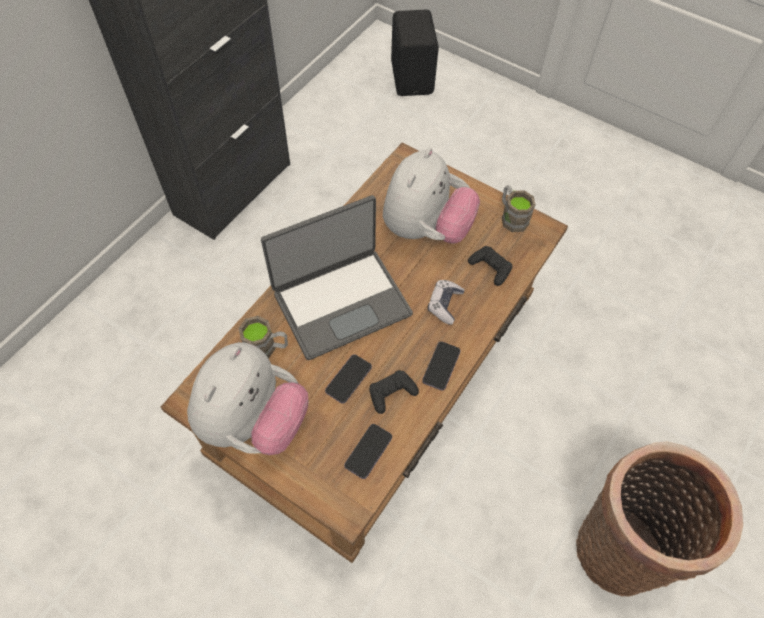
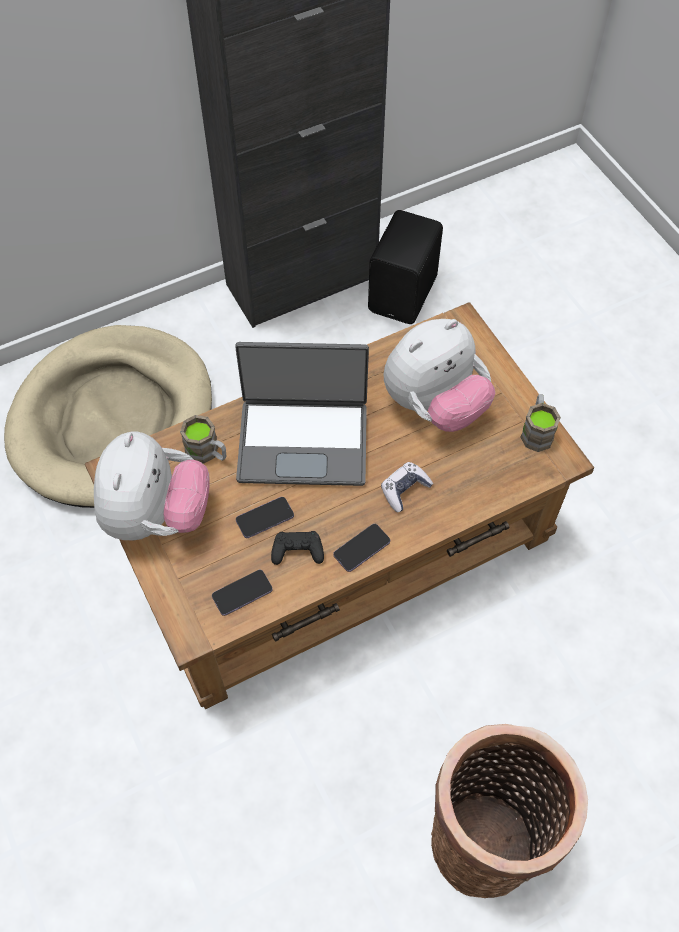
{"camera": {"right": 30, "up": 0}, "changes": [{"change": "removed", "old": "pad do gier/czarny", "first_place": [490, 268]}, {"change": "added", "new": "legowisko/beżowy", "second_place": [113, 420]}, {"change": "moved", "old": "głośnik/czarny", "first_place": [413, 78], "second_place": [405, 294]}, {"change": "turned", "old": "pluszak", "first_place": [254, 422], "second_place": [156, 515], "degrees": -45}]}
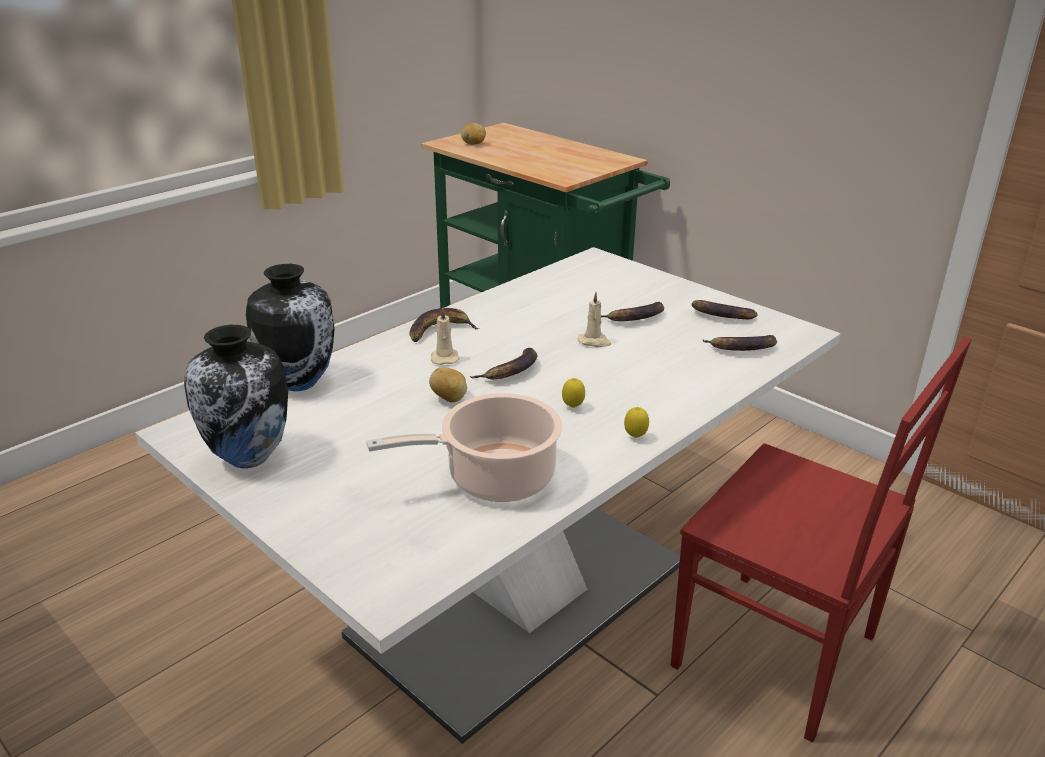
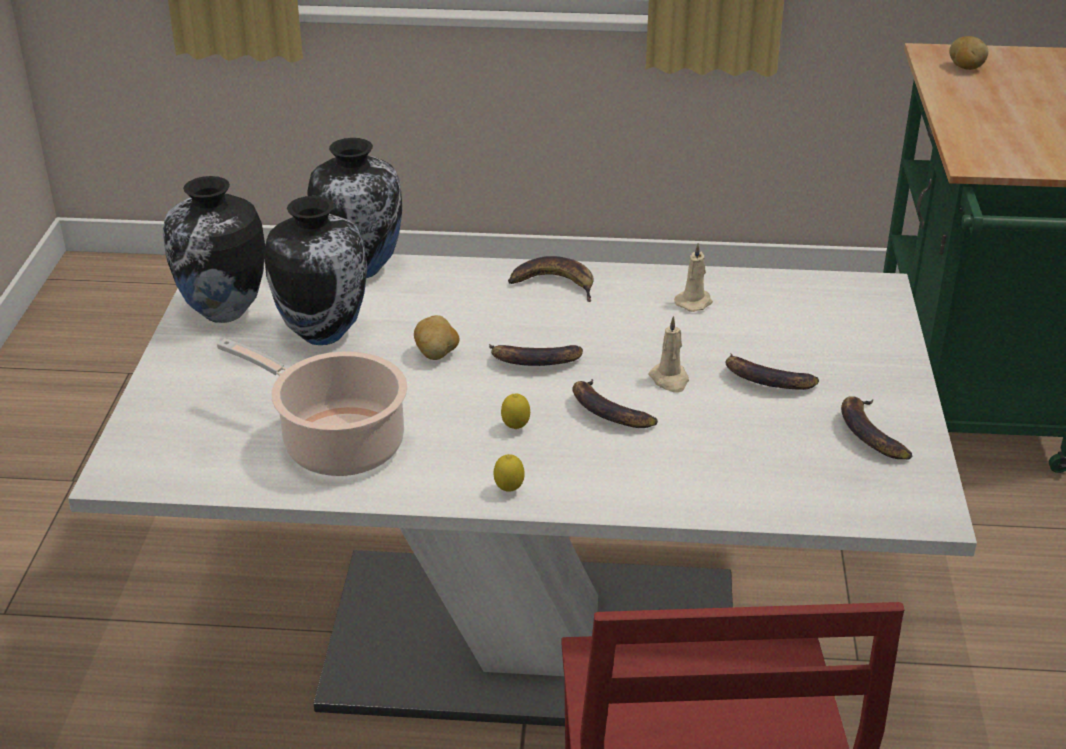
{"camera": {"right": 50, "up": 5}, "changes": [{"change": "added", "new": "wazon", "second_place": [324, 333]}, {"change": "moved", "old": "świeca/beżowy", "first_place": [444, 358], "second_place": [694, 302]}, {"change": "moved", "old": "banan", "first_place": [741, 349], "second_place": [608, 412]}]}
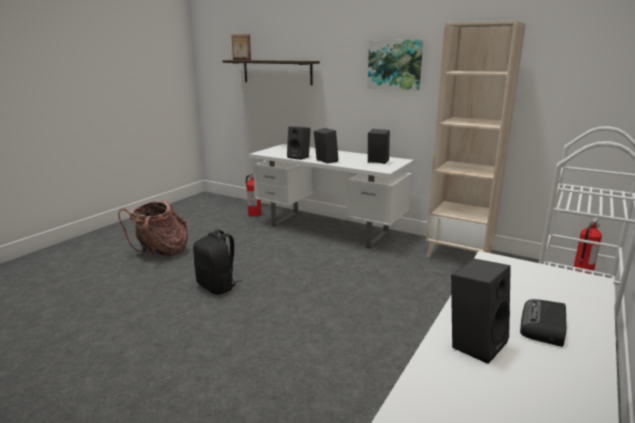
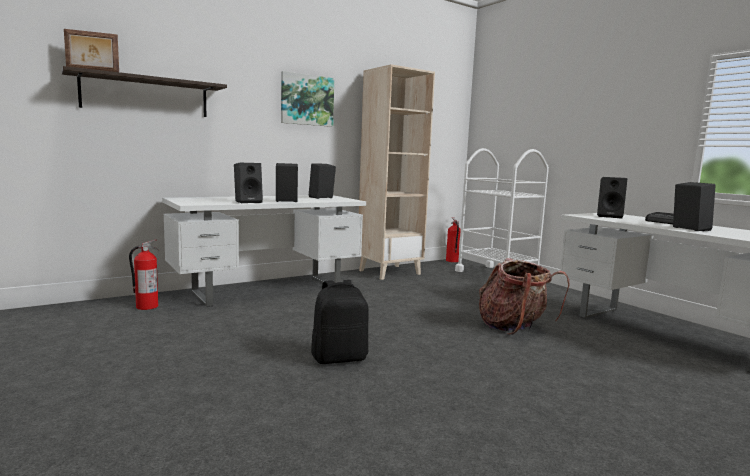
{"camera": {"right": -65, "up": -10}, "changes": [{"change": "added", "new": "głośnik/czarny", "second_place": [610, 216]}, {"change": "moved", "old": "plecak", "first_place": [161, 252], "second_place": [514, 327]}]}
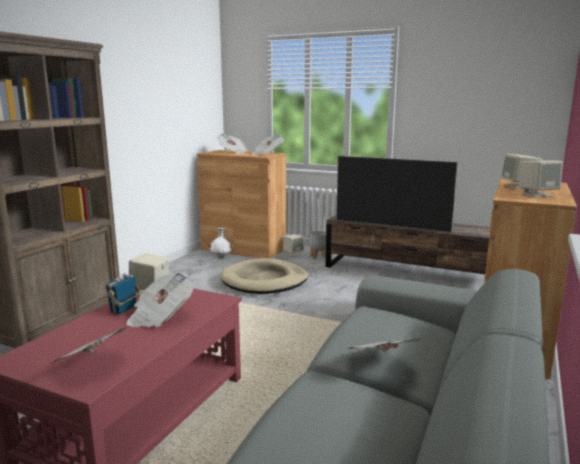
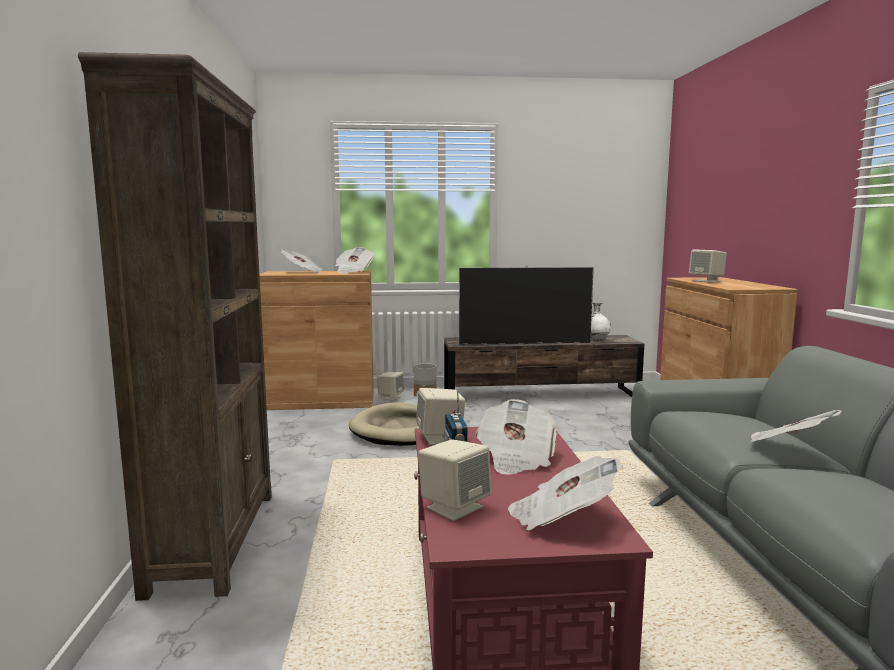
{"camera": {"right": -30, "up": -5}, "changes": [{"change": "moved", "old": "wazon/biały", "first_place": [221, 257], "second_place": [597, 340]}, {"change": "moved", "old": "głośnik/beżowy", "first_place": [537, 194], "second_place": [454, 507]}]}
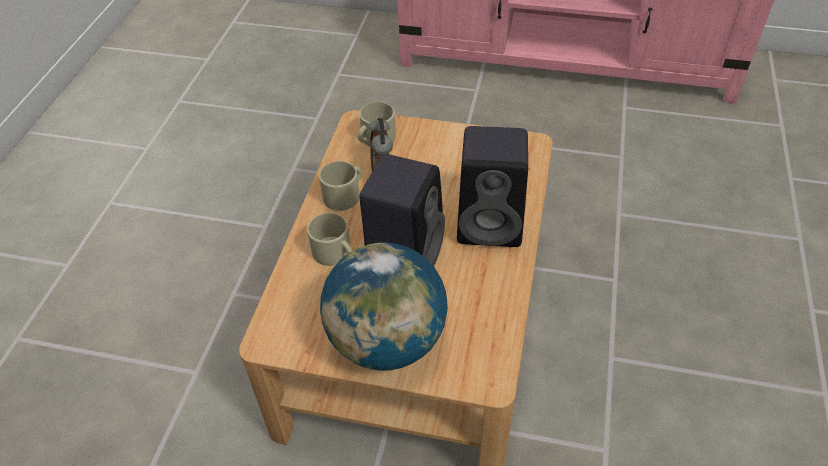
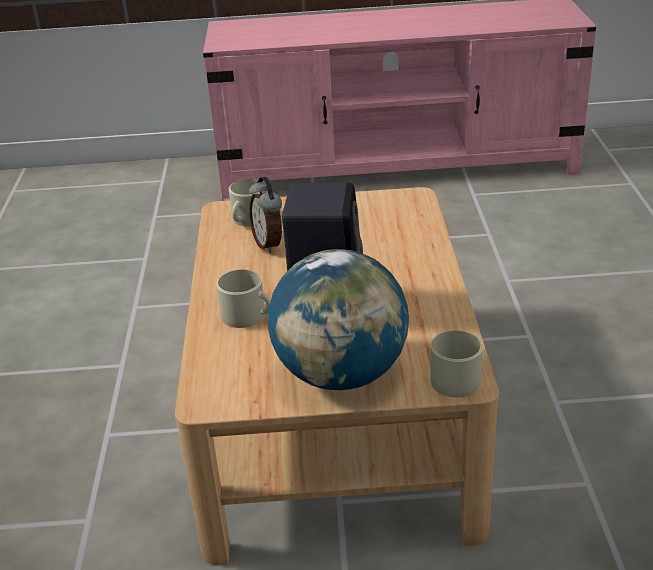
{"camera": {"right": -15, "up": -15}, "changes": [{"change": "removed", "old": "głośnik/czarny", "first_place": [492, 225]}, {"change": "moved", "old": "kubek/beżowy", "first_place": [345, 195], "second_place": [458, 377]}]}
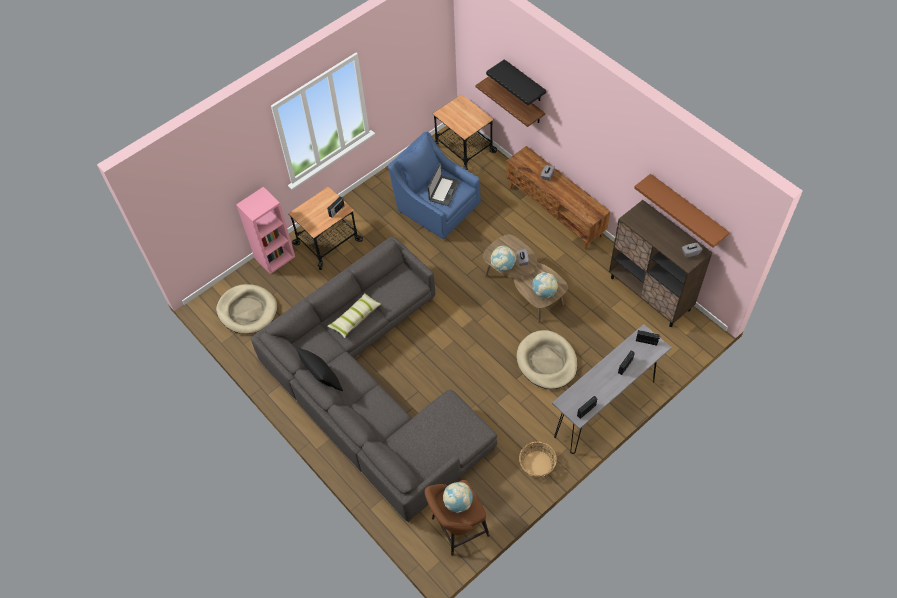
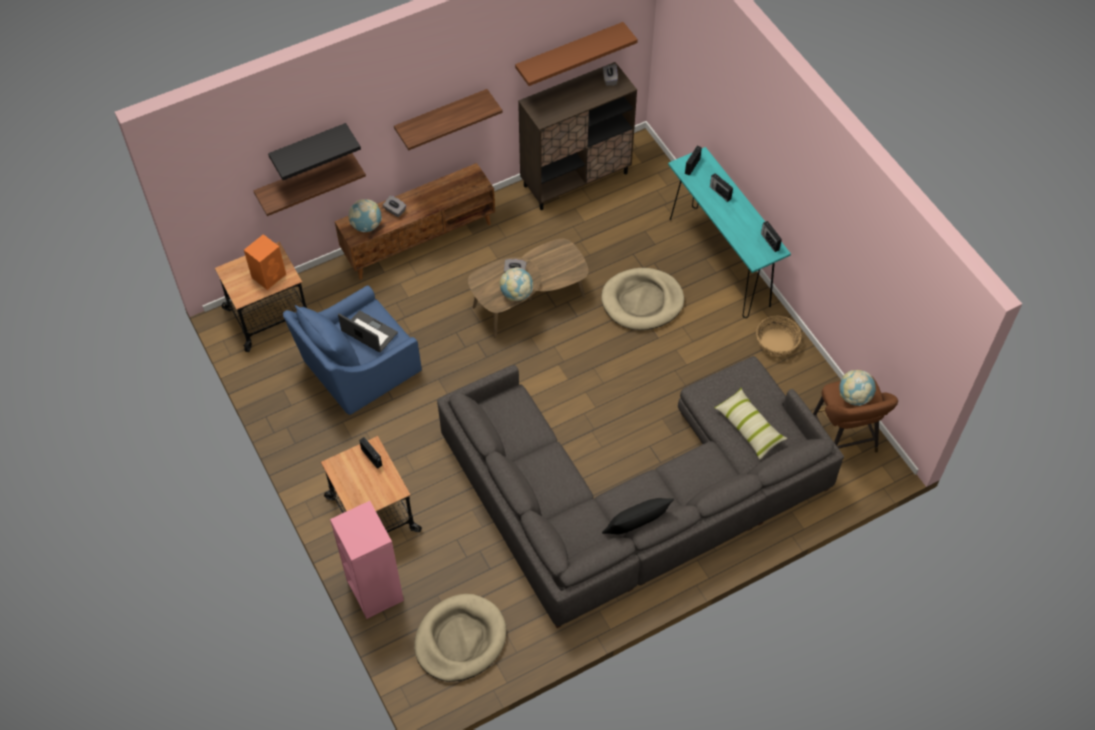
{"camera": {"right": -80, "up": 0}, "changes": [{"change": "added", "new": "głośnik/pomarańczowy", "second_place": [269, 275]}, {"change": "added", "new": "półka", "second_place": [441, 116]}, {"change": "moved", "old": "poduszka", "first_place": [355, 318], "second_place": [749, 427]}, {"change": "moved", "old": "globus", "first_place": [544, 292], "second_place": [366, 226]}, {"change": "recoloured", "old": "stolik konsolowy/szary", "new": "stolik konsolowy/turkusowy", "first_place": [605, 408], "second_place": [719, 261]}]}
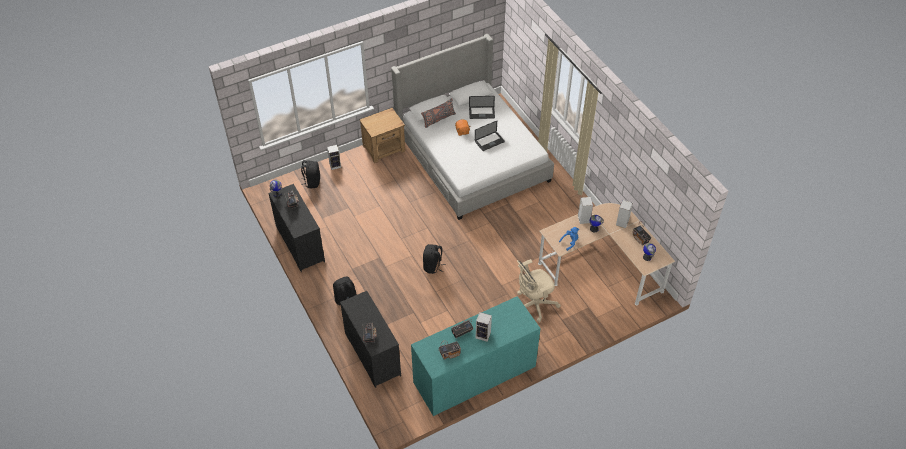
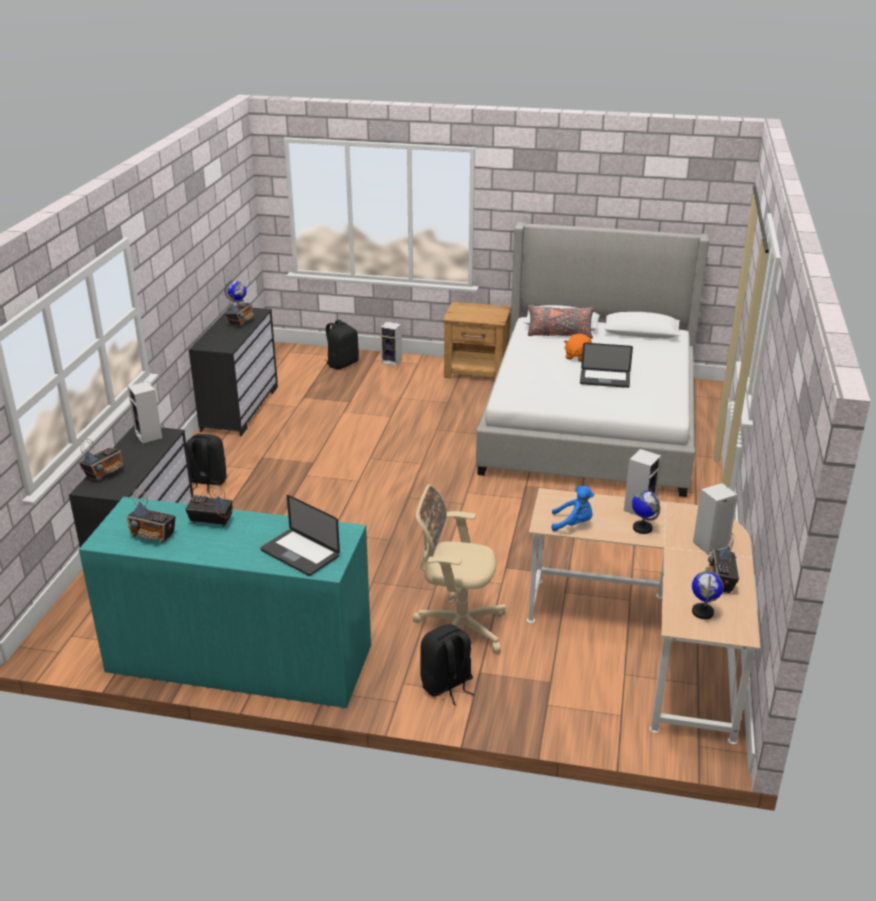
{"camera": {"right": 40, "up": -20}, "changes": [{"change": "moved", "old": "plecak/czarny", "first_place": [433, 266], "second_place": [447, 685]}, {"change": "moved", "old": "laptop", "first_place": [481, 113], "second_place": [300, 553]}, {"change": "moved", "old": "głośnik", "first_place": [483, 335], "second_place": [149, 436]}]}
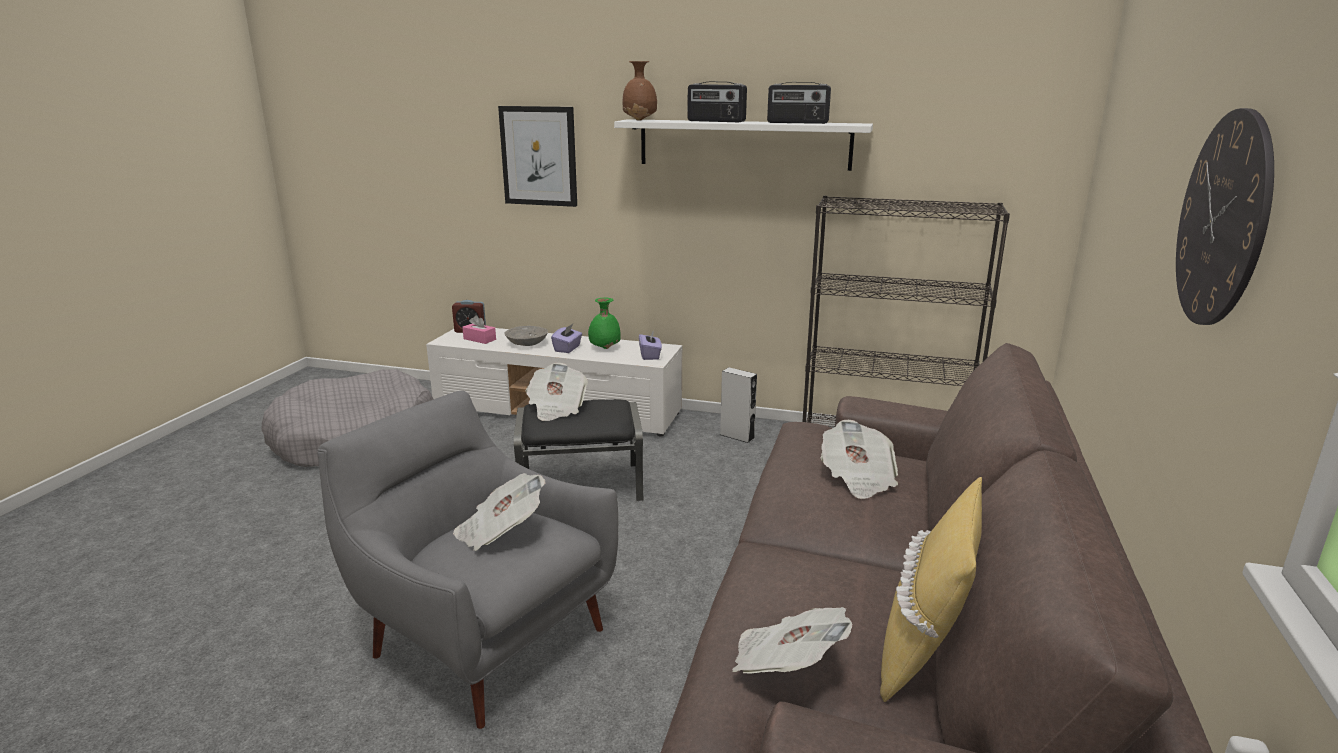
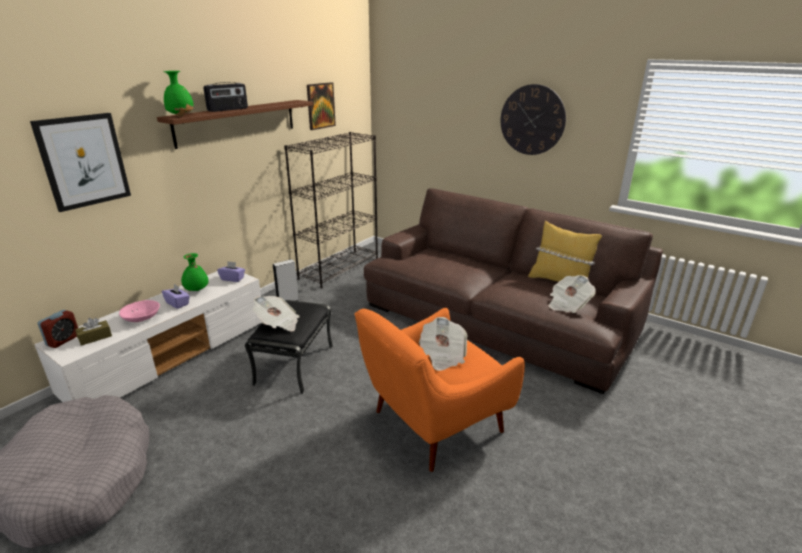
{"camera": {"right": -70, "up": 5}, "changes": [{"change": "removed", "old": "radio", "first_place": [797, 122]}, {"change": "removed", "old": "gazeta", "first_place": [857, 478]}, {"change": "added", "new": "obraz", "second_place": [320, 106]}, {"change": "recoloured", "old": "fotel/szary", "new": "fotel/pomarańczowy", "first_place": [482, 638], "second_place": [432, 424]}, {"change": "recoloured", "old": "pudełko chusteczek/różowy", "new": "pudełko chusteczek/brązowy", "first_place": [479, 339], "second_place": [95, 337]}, {"change": "recoloured", "old": "miska/szary", "new": "miska/różowy", "first_place": [527, 344], "second_place": [142, 318]}, {"change": "recoloured", "old": "półka/biały", "new": "półka/brązowy", "first_place": [743, 144], "second_place": [237, 122]}, {"change": "recoloured", "old": "wazon/brązowy", "new": "wazon/zielony", "first_place": [640, 120], "second_place": [181, 116]}]}
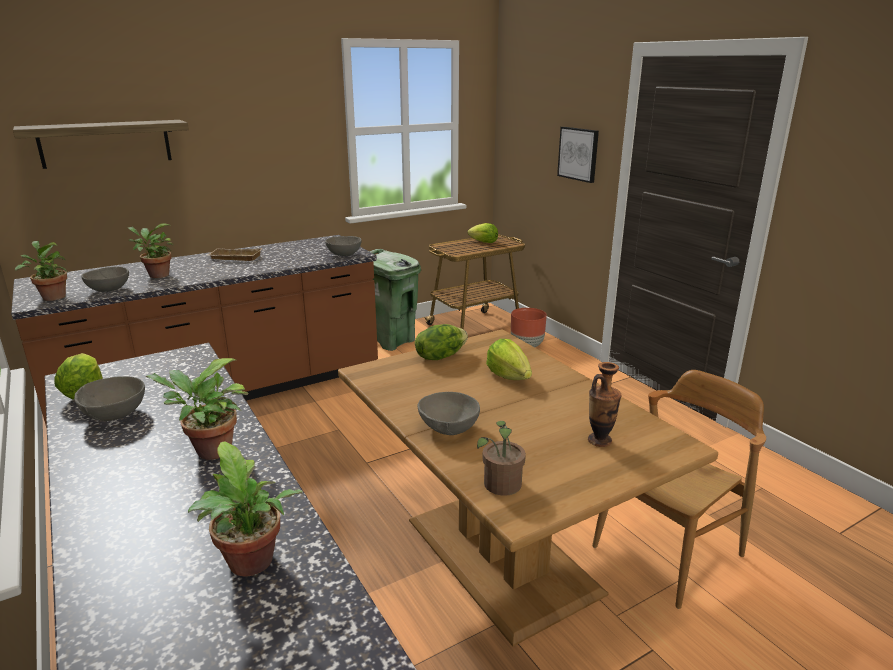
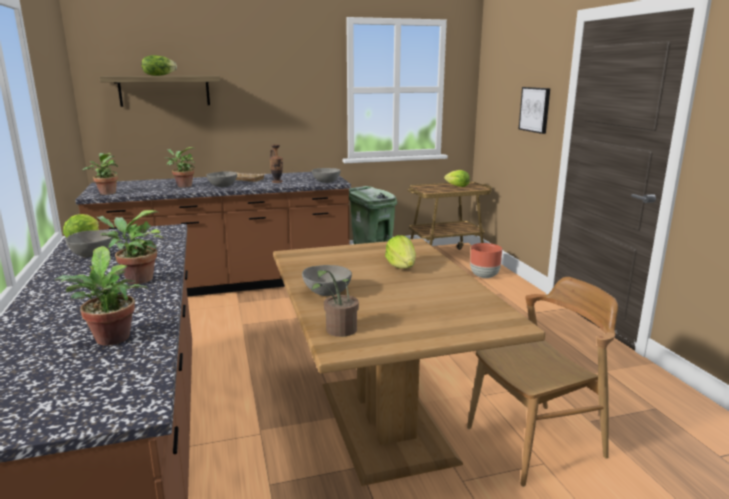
{"camera": {"right": 15, "up": -5}, "changes": [{"change": "moved", "old": "miska/szary", "first_place": [108, 290], "second_place": [222, 186]}, {"change": "moved", "old": "sałata", "first_place": [440, 356], "second_place": [158, 75]}, {"change": "moved", "old": "wazon", "first_place": [599, 441], "second_place": [277, 182]}]}
